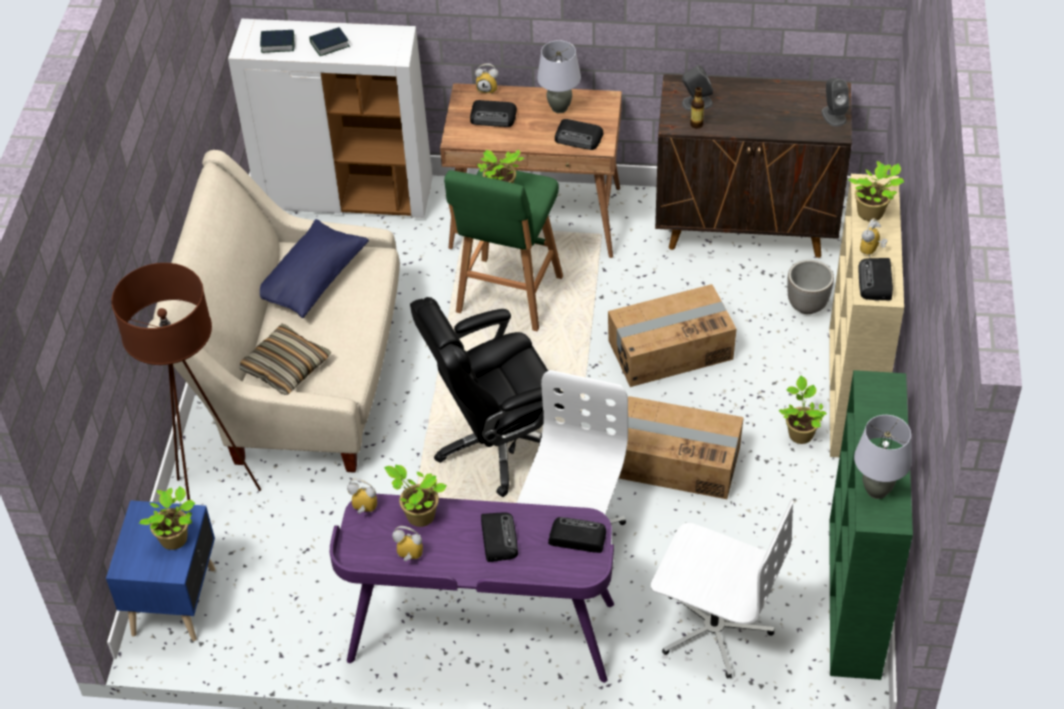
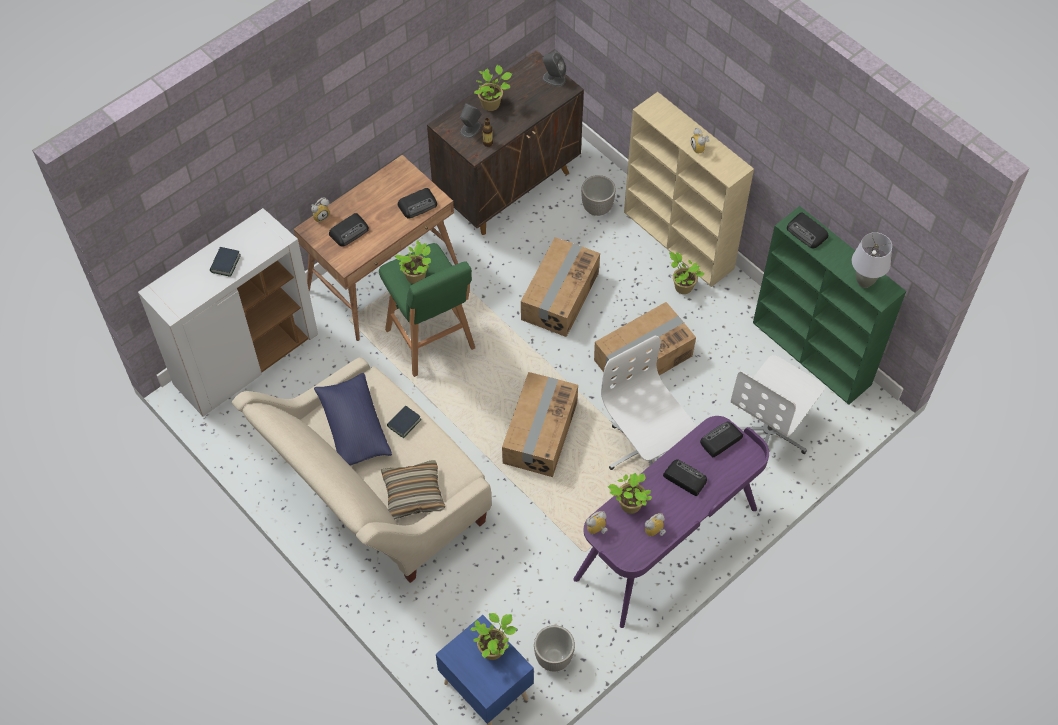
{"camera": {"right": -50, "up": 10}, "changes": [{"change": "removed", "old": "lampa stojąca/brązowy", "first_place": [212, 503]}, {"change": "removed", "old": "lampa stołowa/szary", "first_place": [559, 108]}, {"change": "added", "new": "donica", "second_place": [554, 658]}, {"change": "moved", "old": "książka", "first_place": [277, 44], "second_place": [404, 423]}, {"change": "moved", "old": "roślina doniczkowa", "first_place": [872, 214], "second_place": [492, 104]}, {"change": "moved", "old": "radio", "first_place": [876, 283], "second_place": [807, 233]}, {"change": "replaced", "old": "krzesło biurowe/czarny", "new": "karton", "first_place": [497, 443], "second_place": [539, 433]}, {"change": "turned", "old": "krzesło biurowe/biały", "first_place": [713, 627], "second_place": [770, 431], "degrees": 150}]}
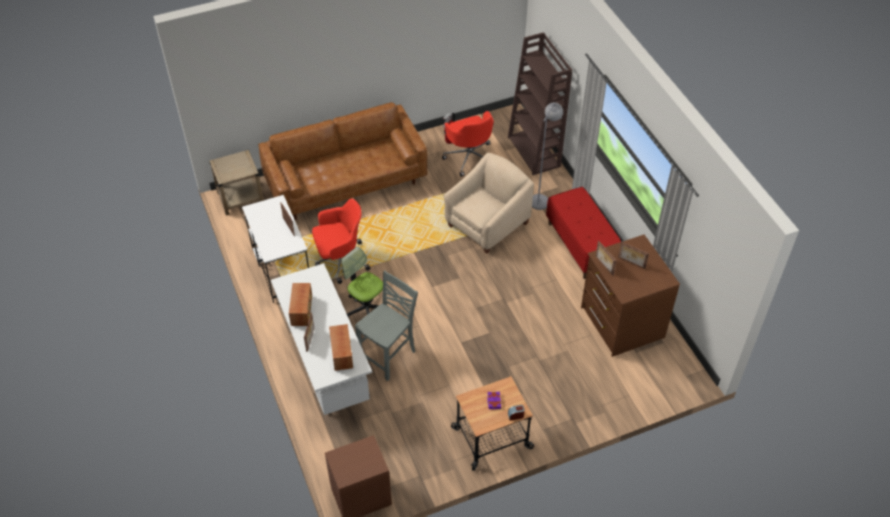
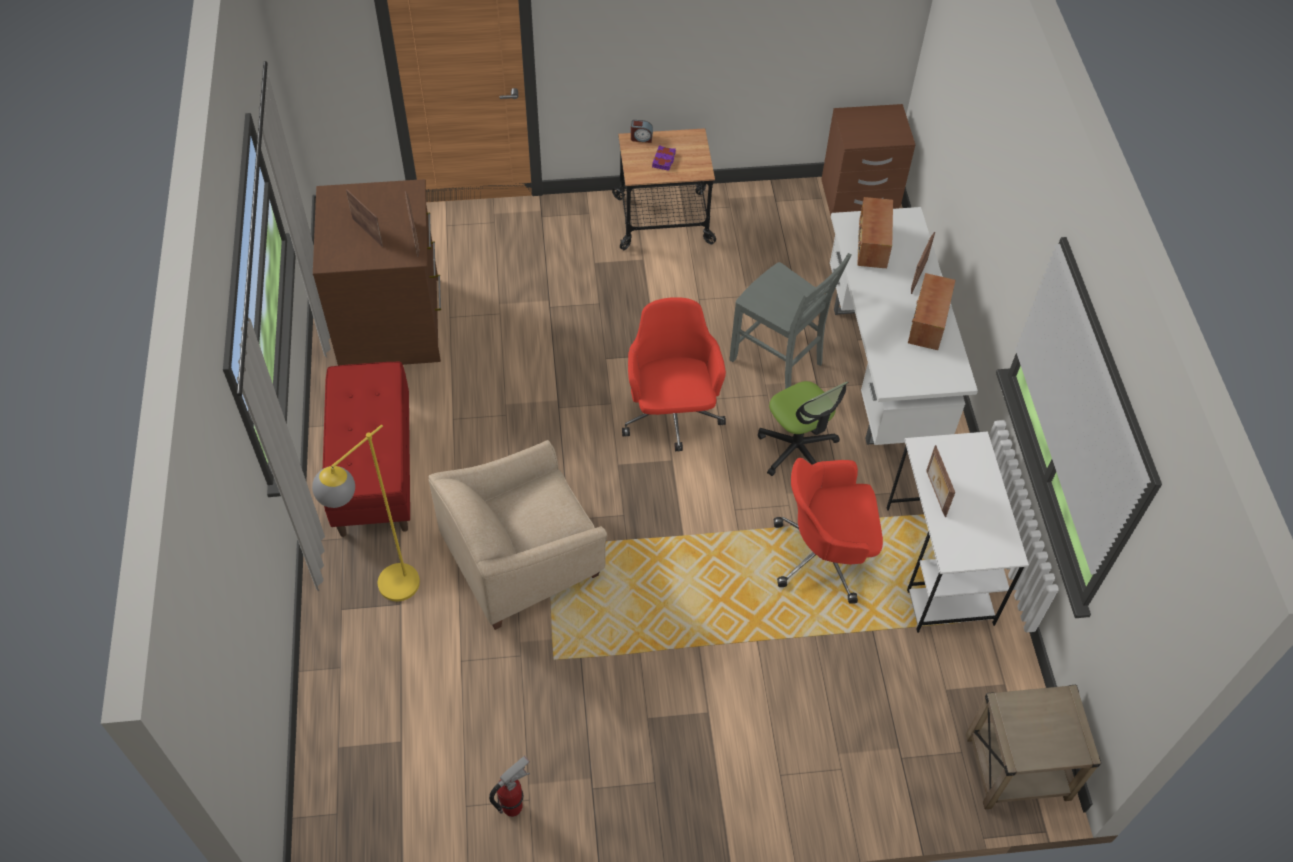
{"camera": {"right": -165, "up": 5}, "changes": [{"change": "removed", "old": "kanapa/brązowy", "first_place": [345, 181]}, {"change": "removed", "old": "regał/brązowy", "first_place": [534, 152]}, {"change": "moved", "old": "krzesło biurowe/czerwony", "first_place": [469, 157], "second_place": [671, 415]}, {"change": "recoloured", "old": "lampa stojąca/szary", "new": "lampa stojąca/żółty", "first_place": [541, 197], "second_place": [387, 593]}, {"change": "turned", "old": "krzesło/szary", "first_place": [388, 356], "second_place": [778, 362], "degrees": -105}]}
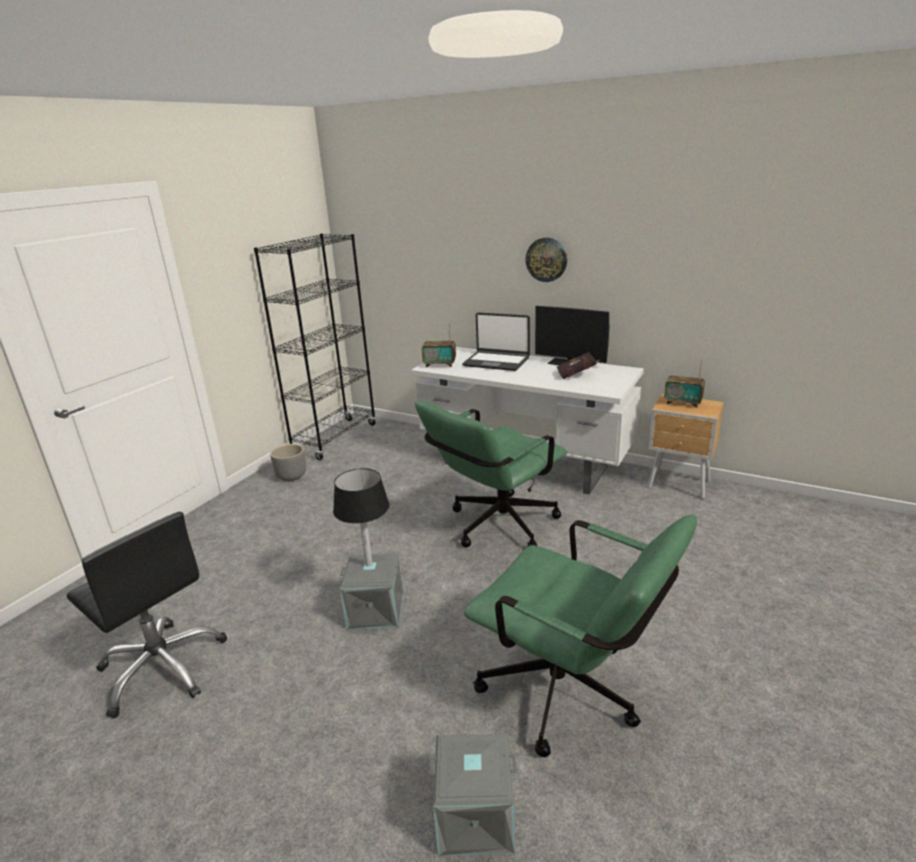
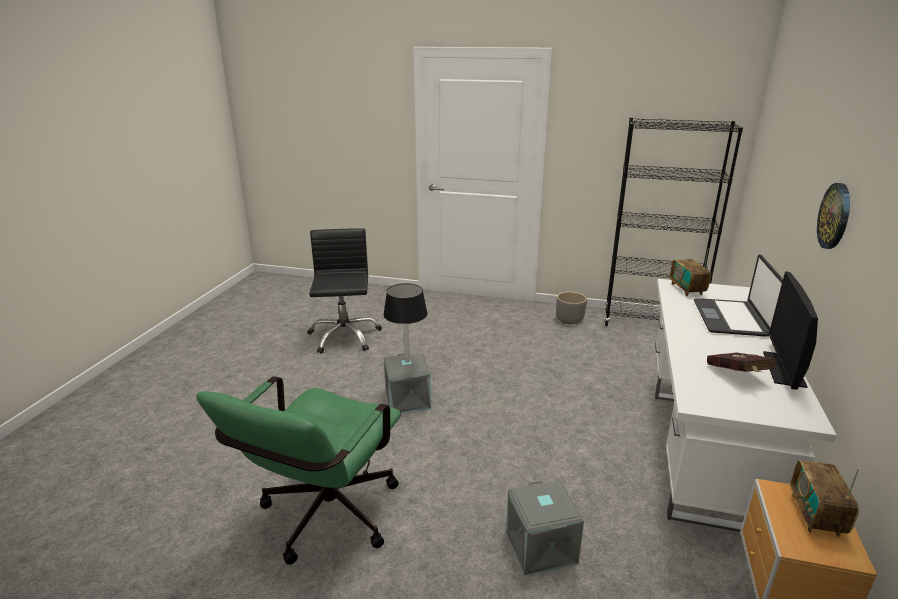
{"camera": {"right": 75, "up": 0}, "changes": [{"change": "removed", "old": "krzesło biurowe/zielony", "first_place": [495, 527]}, {"change": "moved", "old": "pojemnik do przechowywania/szary", "first_place": [475, 818], "second_place": [539, 547]}, {"change": "turned", "old": "krzesło biurowe/czarny", "first_place": [163, 667], "second_place": [344, 336], "degrees": 150}]}
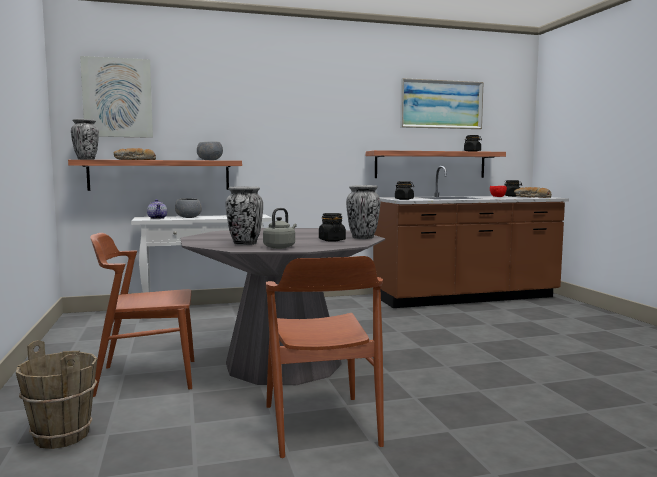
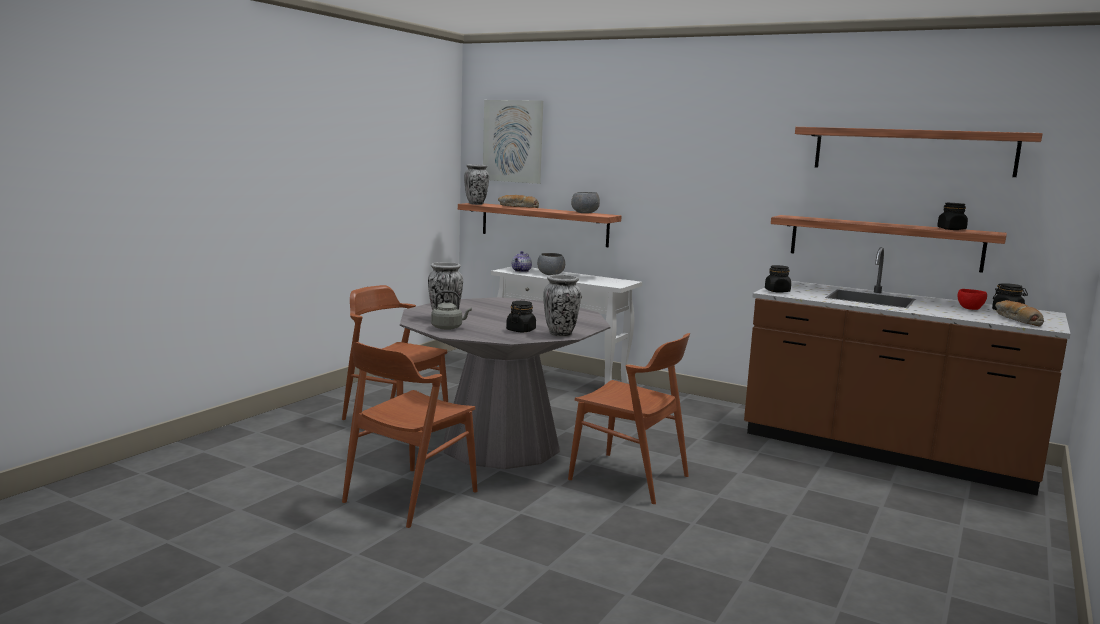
{"camera": {"right": 45, "up": 5}, "changes": [{"change": "removed", "old": "wiadro/brązowy", "first_place": [62, 436]}, {"change": "added", "new": "krzesło/brązowy", "second_place": [629, 477]}, {"change": "replaced", "old": "obraz", "new": "półka", "first_place": [441, 104], "second_place": [912, 151]}]}
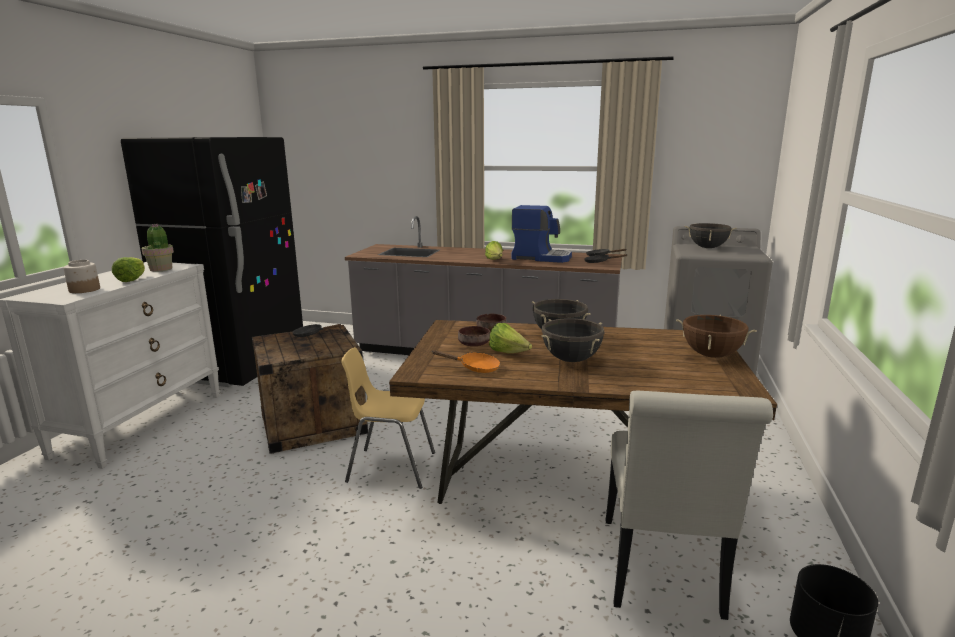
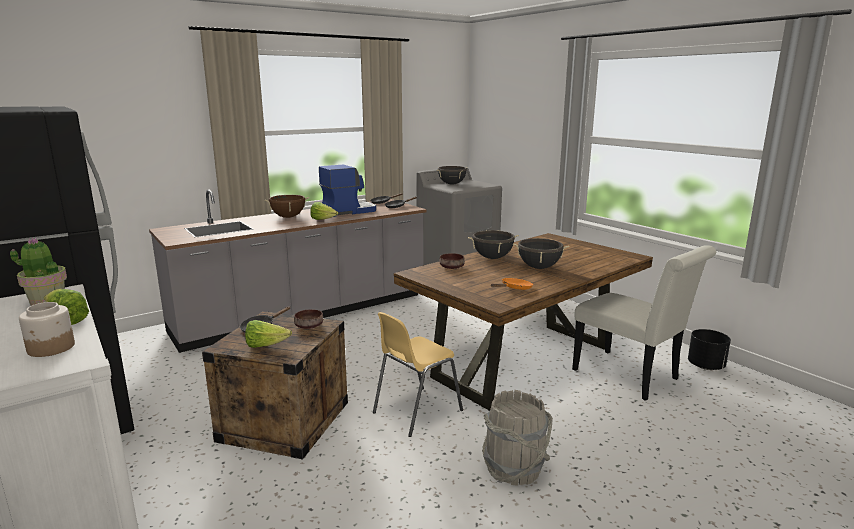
{"camera": {"right": -50, "up": 0}, "changes": [{"change": "added", "new": "wiadro/szary", "second_place": [514, 469]}, {"change": "moved", "old": "miska/brązowy", "first_place": [474, 344], "second_place": [308, 326]}, {"change": "moved", "old": "sałata", "first_place": [508, 353], "second_place": [265, 345]}, {"change": "moved", "old": "garnek/brązowy", "first_place": [711, 355], "second_place": [288, 217]}]}
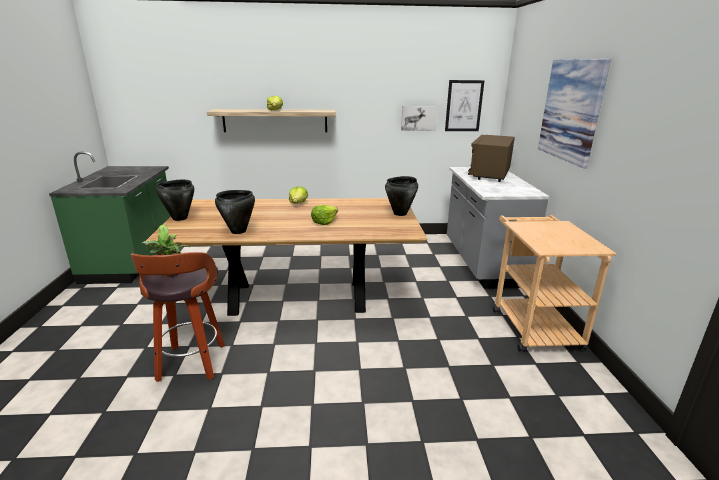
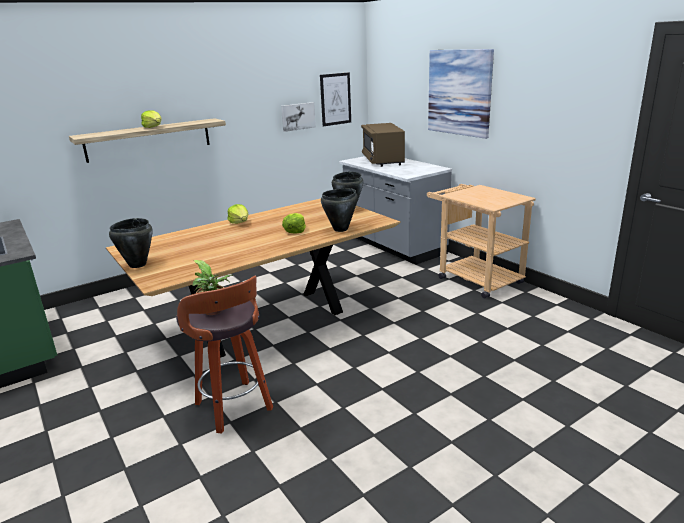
{"camera": {"right": -30, "up": 0}, "changes": [{"change": "moved", "old": "garnek/czarny", "first_place": [238, 231], "second_place": [341, 229]}]}
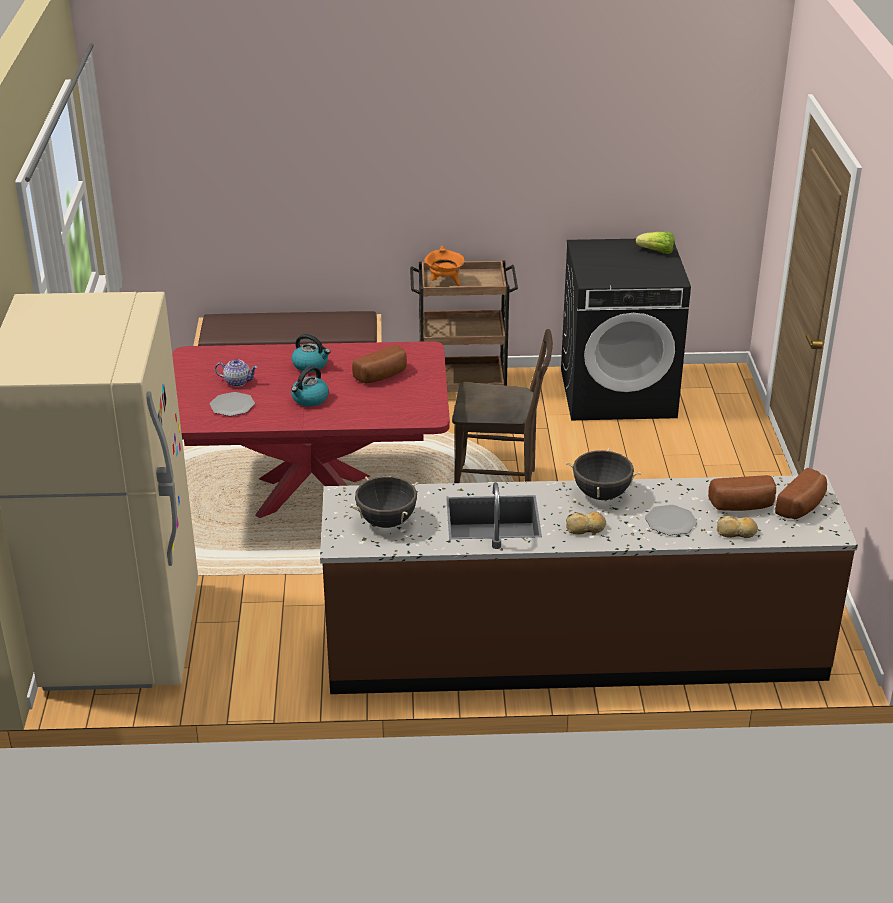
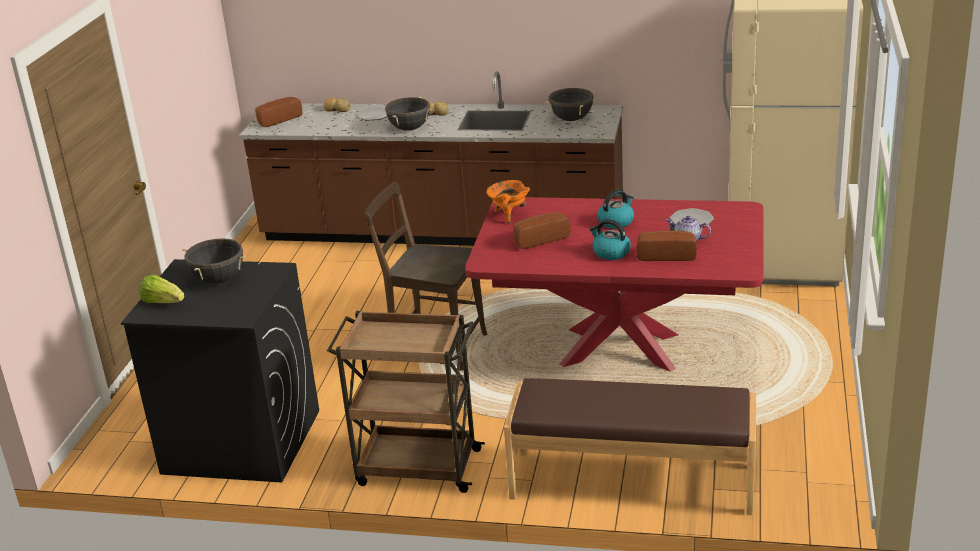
{"camera": {"right": -165, "up": -5}, "changes": [{"change": "added", "new": "garnek/czarny", "second_place": [218, 280]}, {"change": "moved", "old": "garnek/pomarańczowy", "first_place": [445, 283], "second_place": [509, 215]}, {"change": "moved", "old": "chleb", "first_place": [742, 506], "second_place": [666, 255]}]}
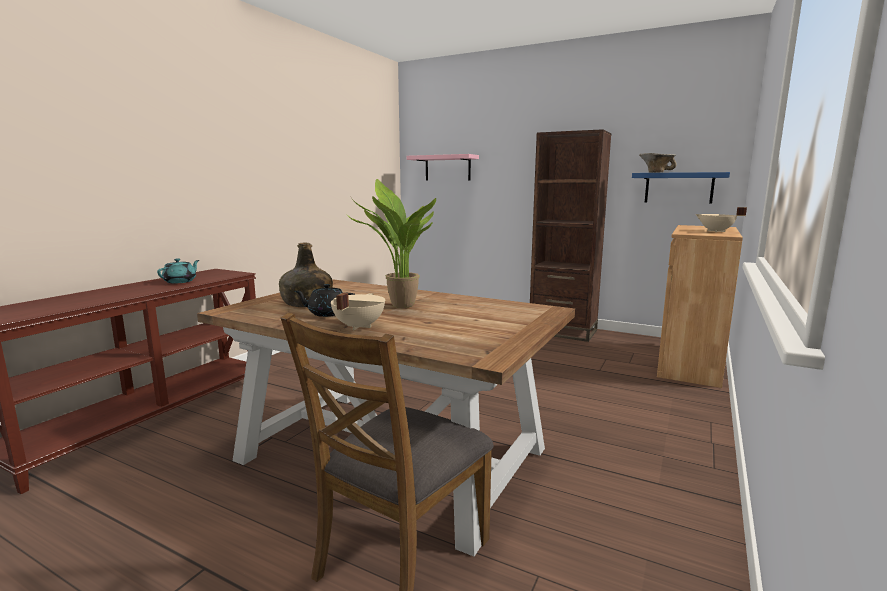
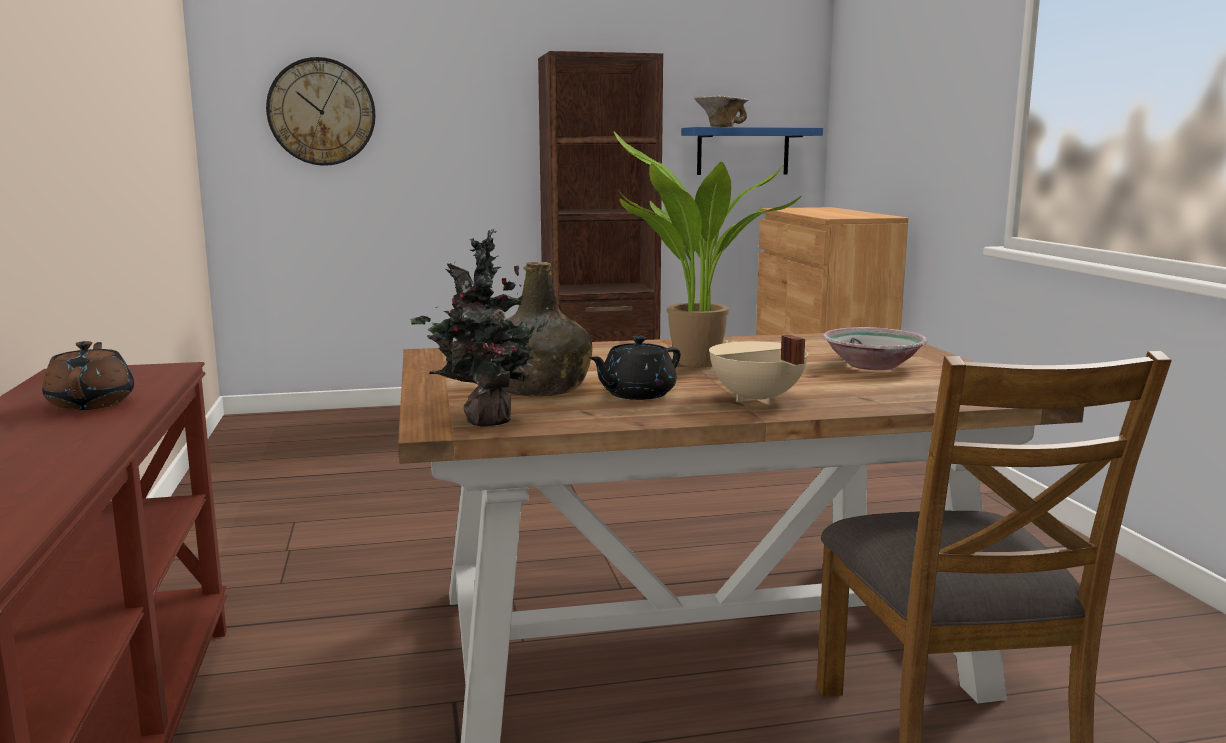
{"camera": {"right": -40, "up": 0}, "changes": [{"change": "removed", "old": "garnek/beżowy", "first_place": [716, 231]}, {"change": "added", "new": "roślina doniczkowa", "second_place": [484, 421]}, {"change": "added", "new": "miska", "second_place": [873, 365]}, {"change": "replaced", "old": "półka/różowy", "new": "zegar ścienny", "first_place": [447, 168], "second_place": [321, 112]}, {"change": "recoloured", "old": "imbryk/turkusowy", "new": "imbryk/brązowy", "first_place": [180, 281], "second_place": [92, 403]}]}
